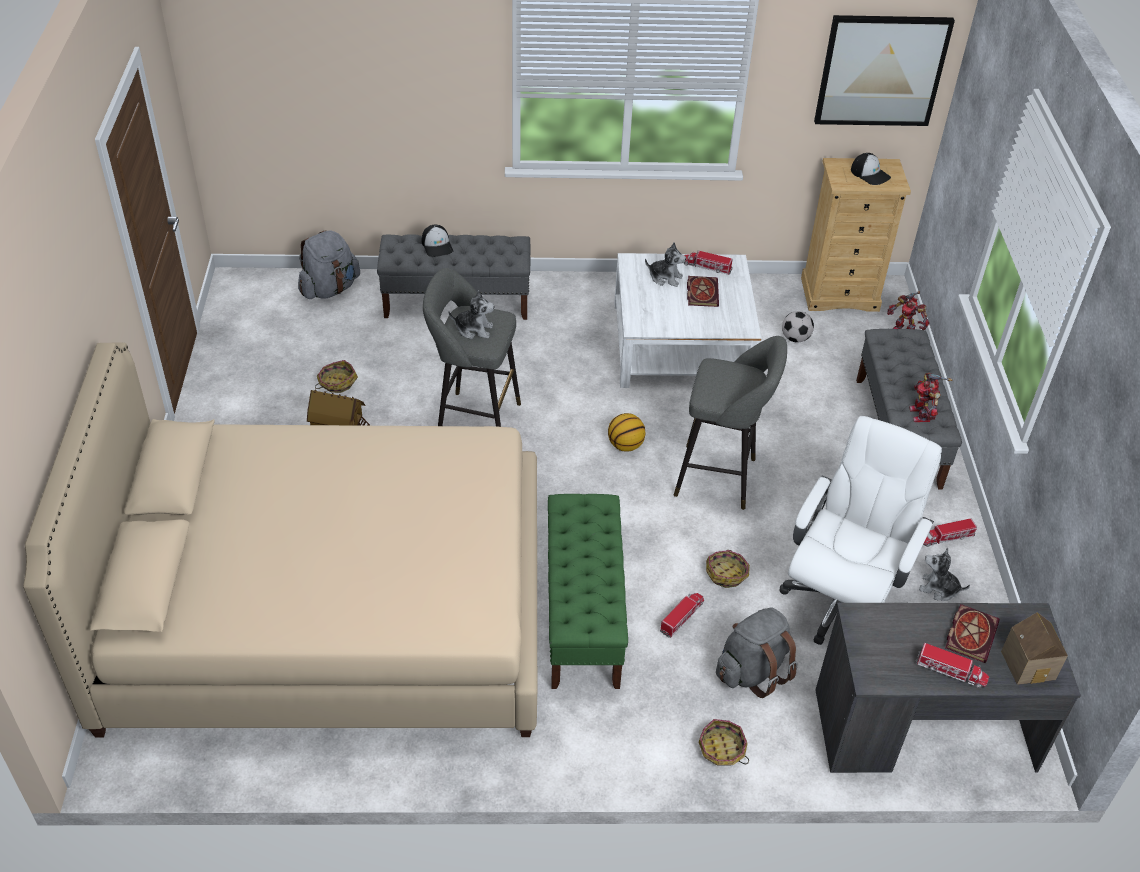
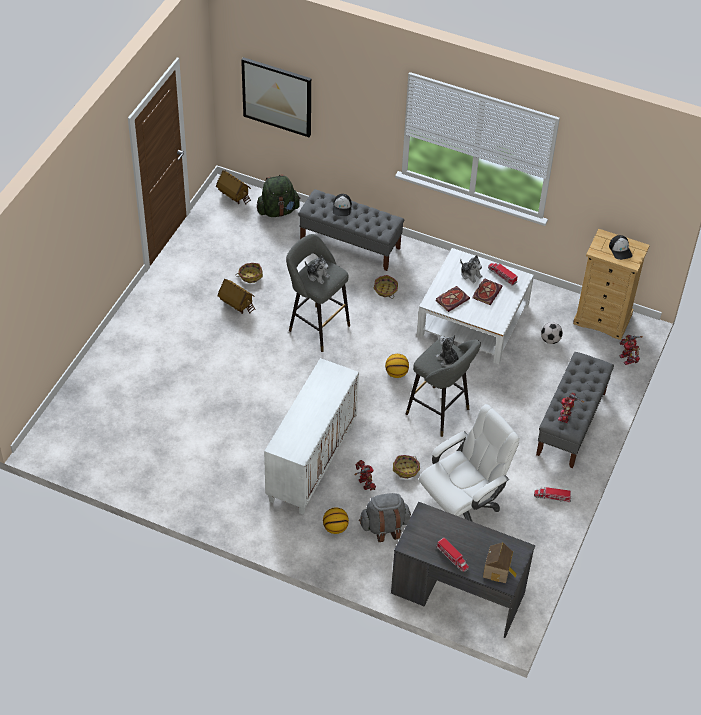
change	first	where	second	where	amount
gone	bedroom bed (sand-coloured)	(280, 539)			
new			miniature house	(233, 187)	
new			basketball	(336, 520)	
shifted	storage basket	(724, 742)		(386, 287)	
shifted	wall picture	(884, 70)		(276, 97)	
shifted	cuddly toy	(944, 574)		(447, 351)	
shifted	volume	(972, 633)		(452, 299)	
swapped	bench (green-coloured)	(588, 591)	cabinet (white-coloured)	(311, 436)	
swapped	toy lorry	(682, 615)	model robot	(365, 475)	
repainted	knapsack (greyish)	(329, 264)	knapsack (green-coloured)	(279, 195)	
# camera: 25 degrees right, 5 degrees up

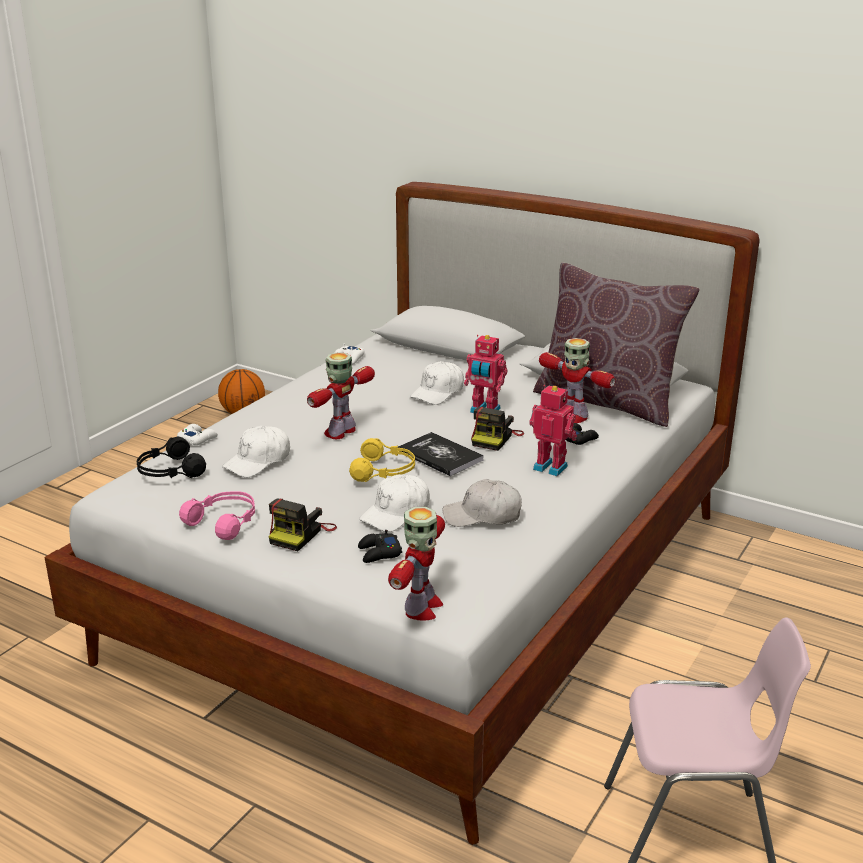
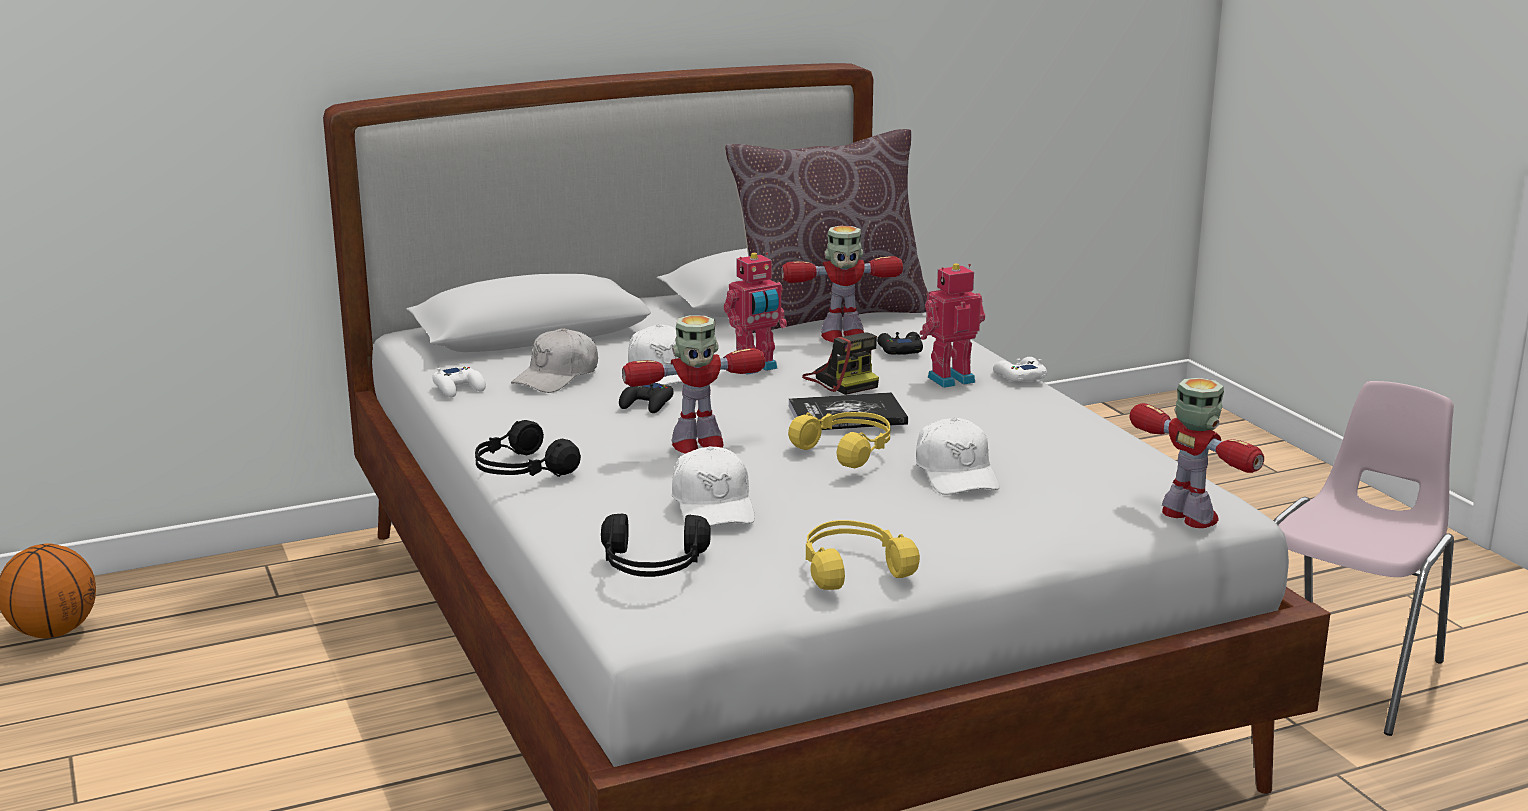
change	first	where	second	where	amount
gone	still camera	(302, 524)			
new			headset (black-coloured)	(528, 448)	
shifted	game controller (white-coloured)	(197, 434)		(1020, 369)	
shifted	game controller (black-coloured)	(380, 546)		(646, 398)	
shifted	cap (white-coloured)	(482, 503)		(554, 360)	
repainted	headset (pink-coloured)	(217, 515)	headset (yellow-coloured)	(863, 555)	
rotated	model robot	(341, 395)		(693, 384)	90 degrees counterclockwise
# camera: 55 degrees left, 5 degrees down

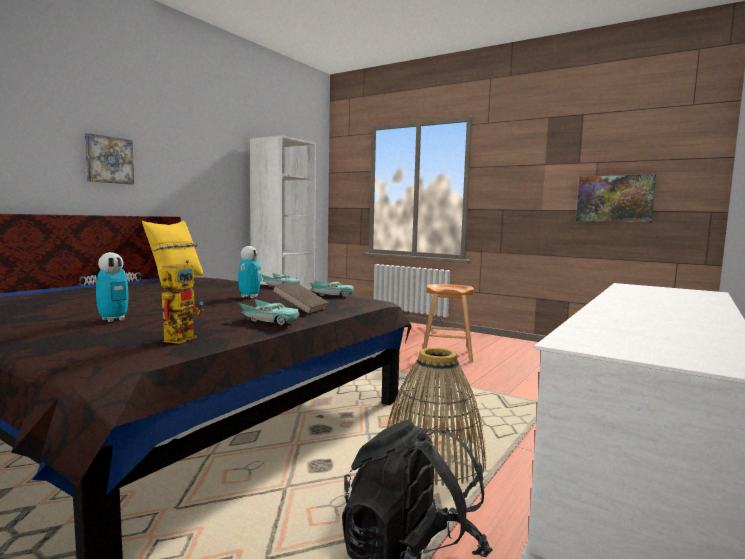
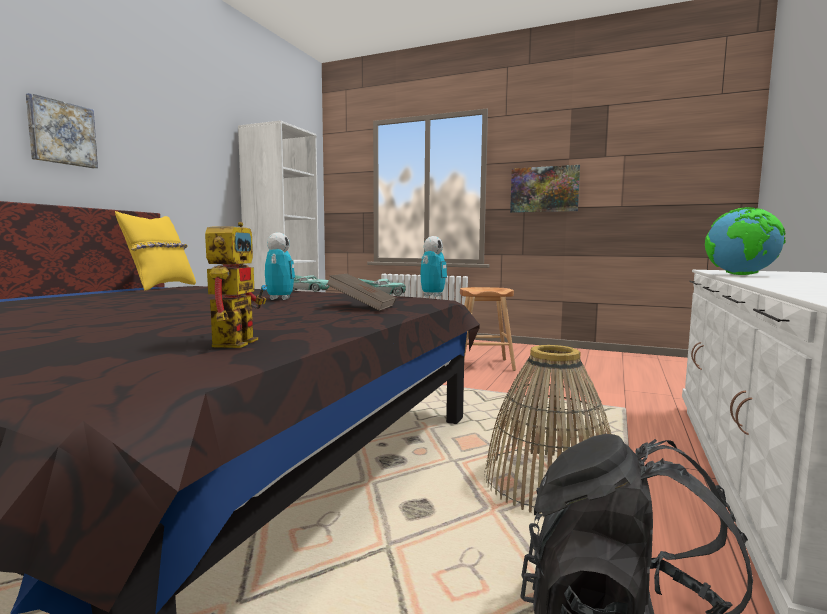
change	first	where	second	where	amount
gone	model car (turquoise)	(269, 312)			
new			globe	(745, 241)	
shifted	model robot	(110, 287)		(433, 266)	
shifted	wall picture	(616, 199)		(545, 189)	
# camera: 10 degrees left, 0 degrees up

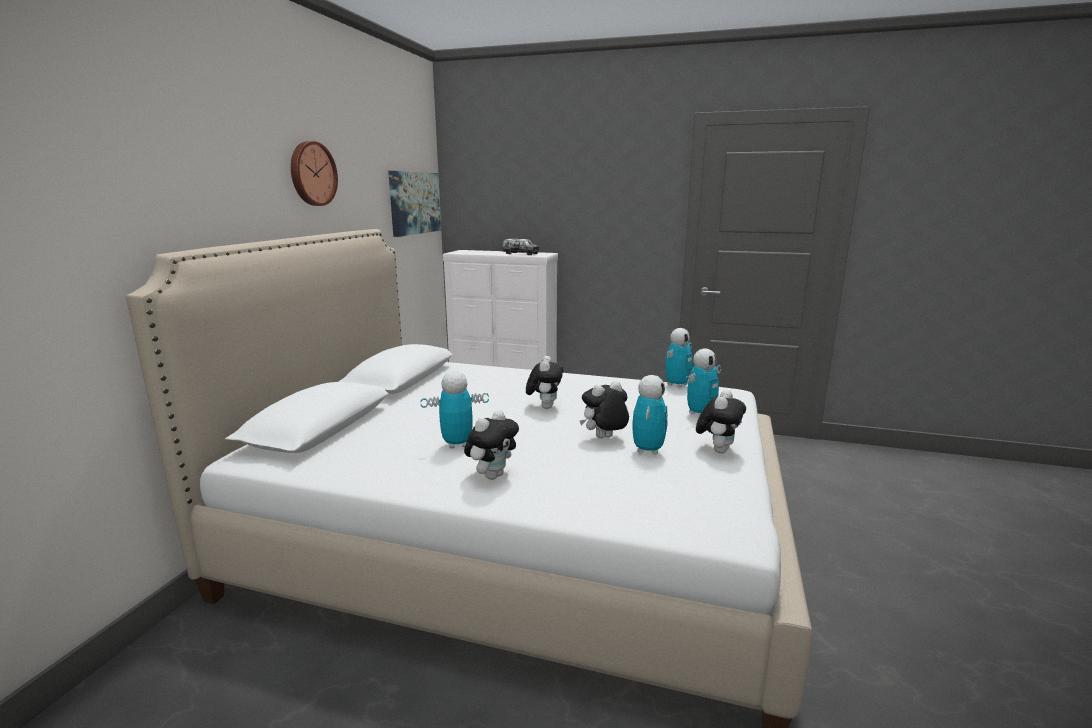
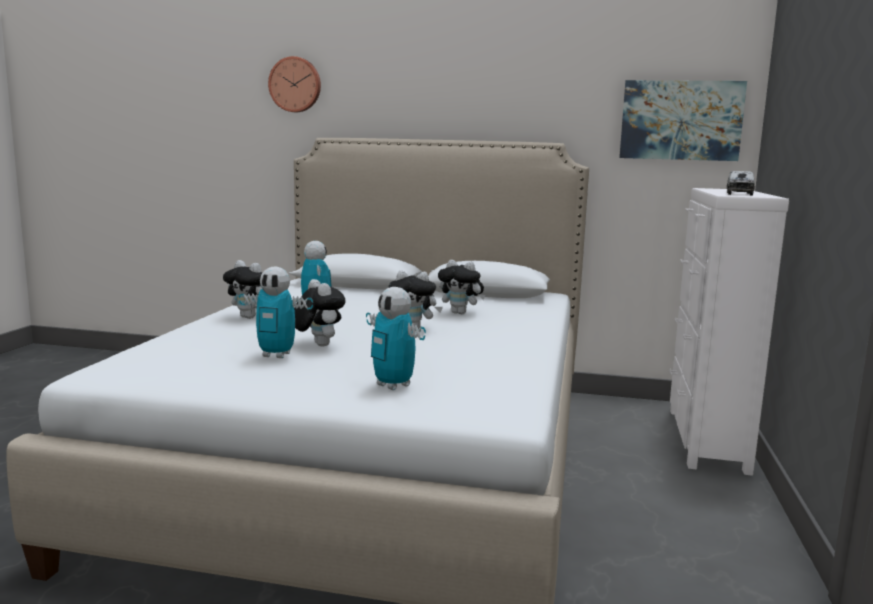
change	first	where	second	where	amount
gone	model robot	(679, 358)			
shifted	hanging clock	(314, 173)		(294, 84)	
shifted	cuddly toy	(721, 421)		(461, 287)	
# camera: 85 degrees right, 5 degrees down

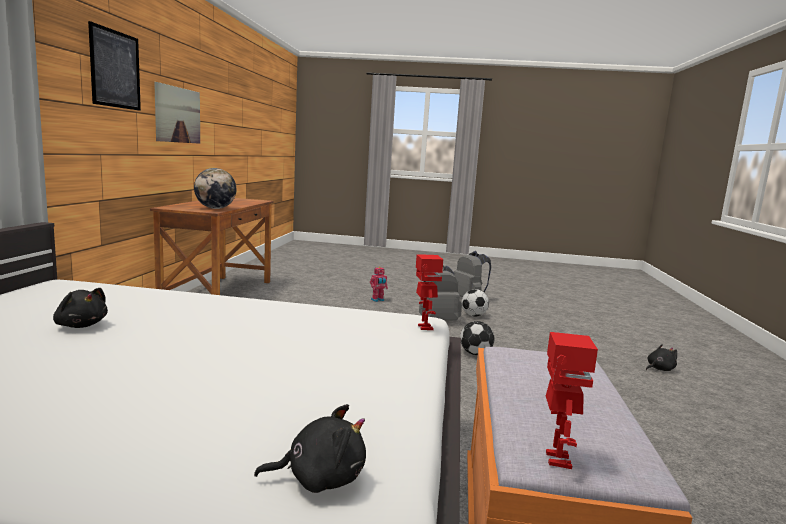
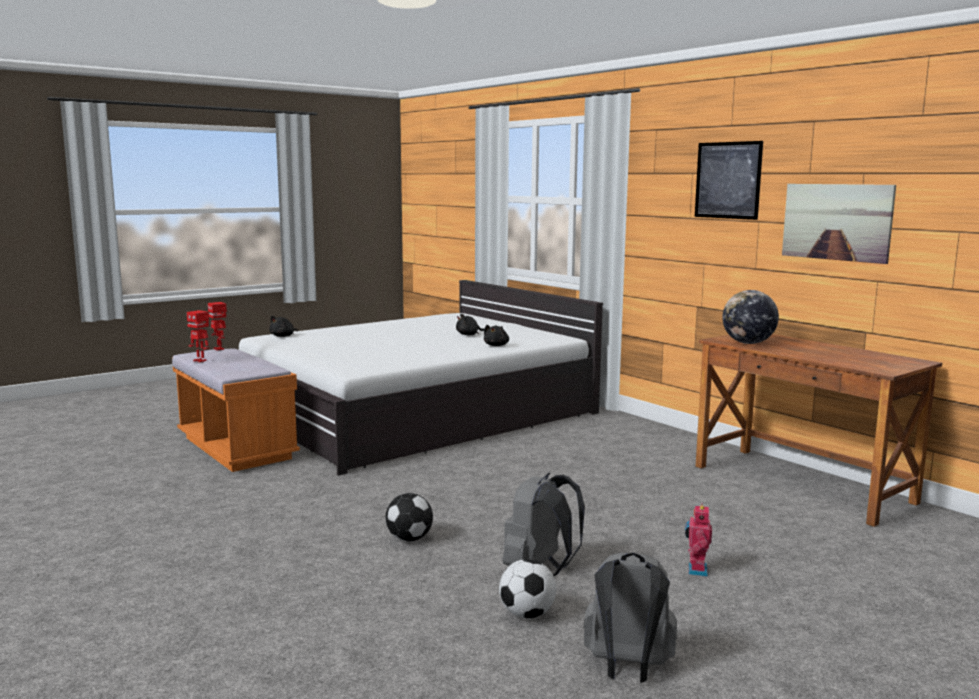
change	first	where	second	where	amount
shifted	model robot	(429, 292)		(198, 336)	
shifted	cuddly toy (black-coloured)	(661, 357)		(496, 335)	
# camera: 135 degrees right, 0 degrees up

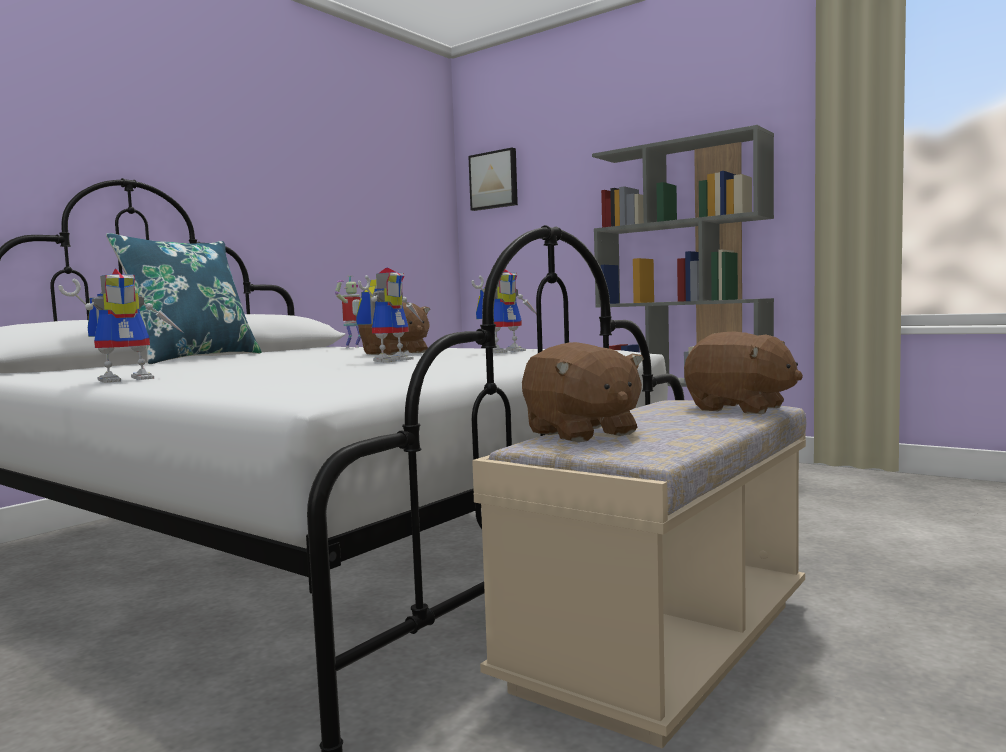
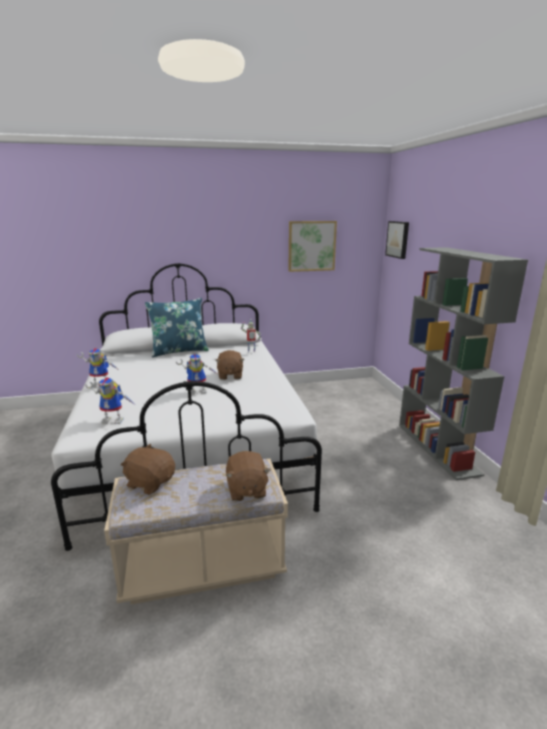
change	first	where	second	where	amount
new			wall picture	(312, 246)	
shifted	model robot	(504, 311)		(109, 400)	
rotated	cuddly toy (brown)	(583, 392)		(148, 469)	105 degrees clockwise
# camera: 40 degrees right, 15 degrees up

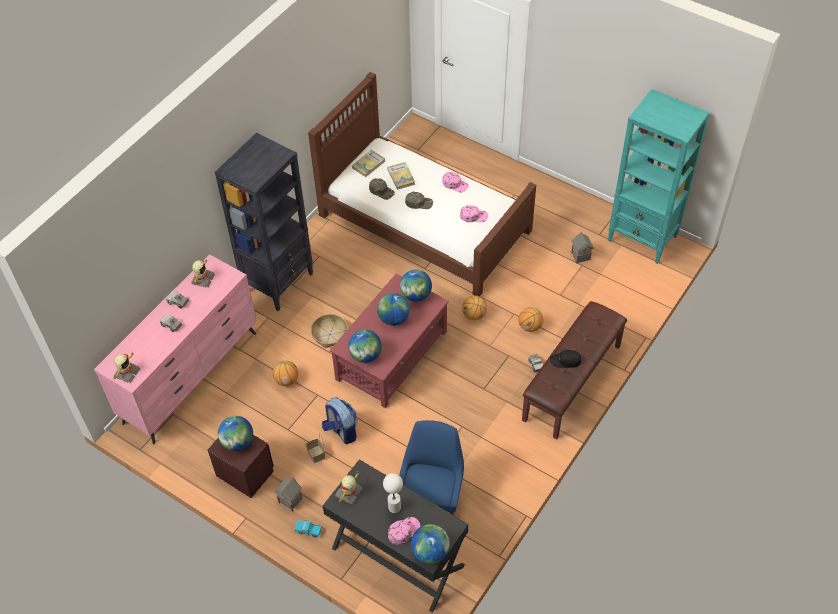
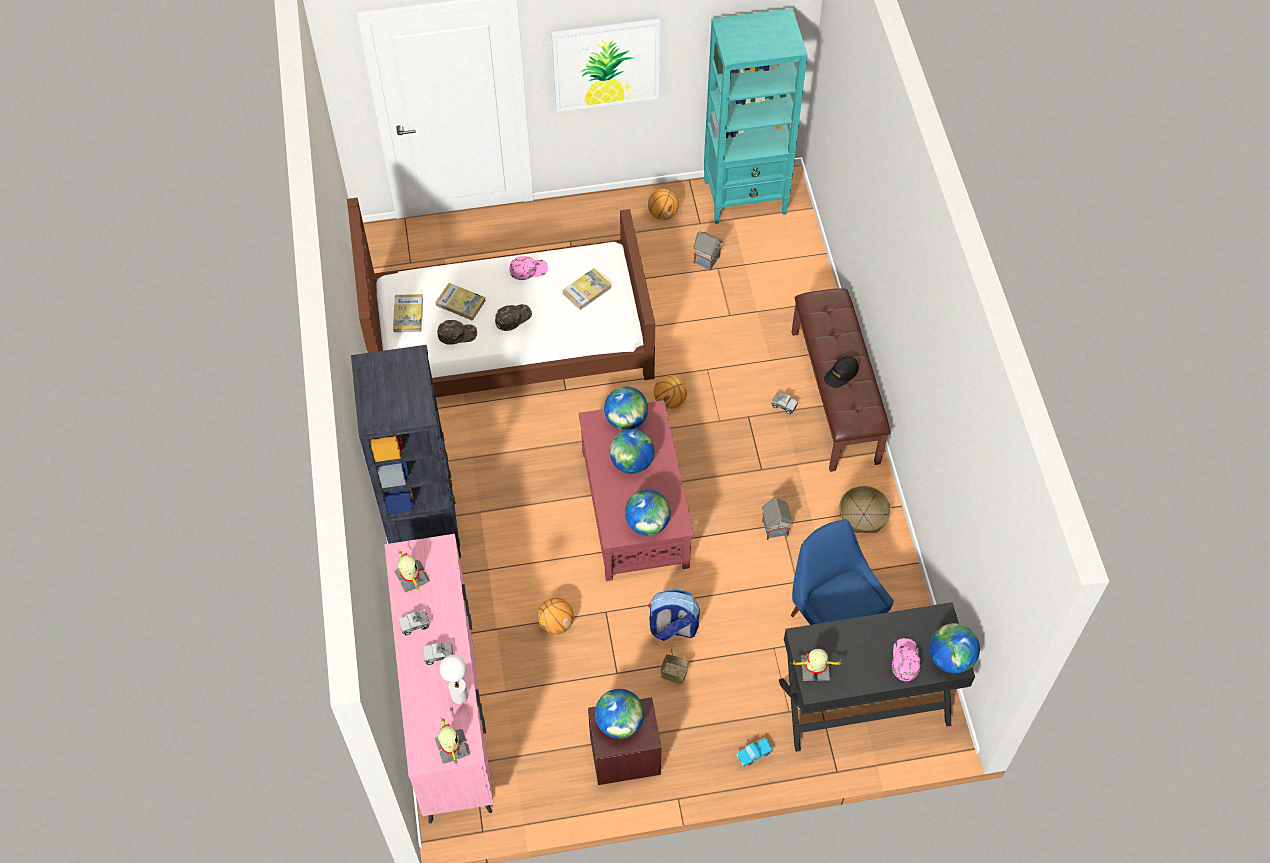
change	first	where	second	where	amount
new			wall picture	(605, 65)	
shifted	miniature house	(289, 494)		(777, 518)	
shifted	storage basket	(329, 331)		(865, 509)	
shifted	tabletop lamp (white-coloured)	(393, 493)		(454, 679)	
shifted	basketball	(530, 319)		(663, 204)	
swapped	cap (pink-coloured)	(474, 213)	volume	(586, 289)	
rotated	model robot	(349, 488)		(817, 665)	105 degrees clockwise
# camera: 45 degrees left, 5 degrees up

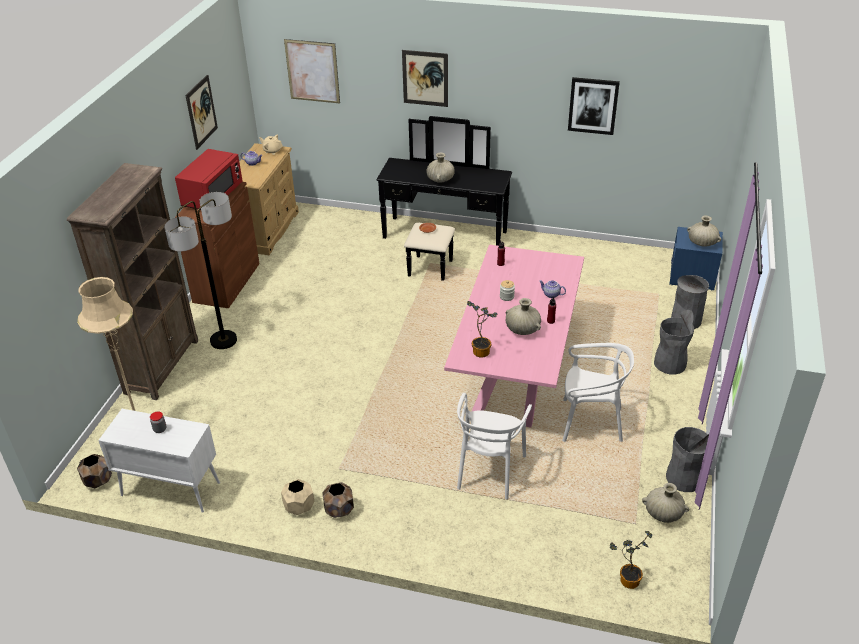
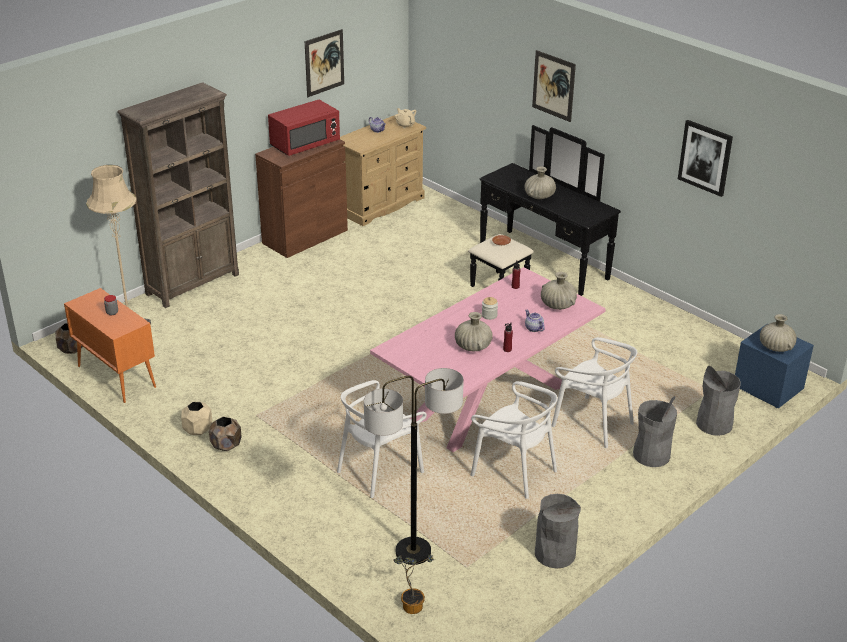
change	first	where	second	where	amount
gone	wall picture	(312, 71)			
gone	plant in a pot	(482, 329)			
new			chair (white-coloured)	(594, 392)	
shifted	floor lamp	(200, 270)		(414, 466)	
shifted	decorative vase (sand-coloured)	(665, 503)		(559, 291)	
repainted	cabinet (white-coloured)	(159, 461)	cabinet (orangey)	(110, 345)	
# camera: 30 degrees right, 5 degrees down

